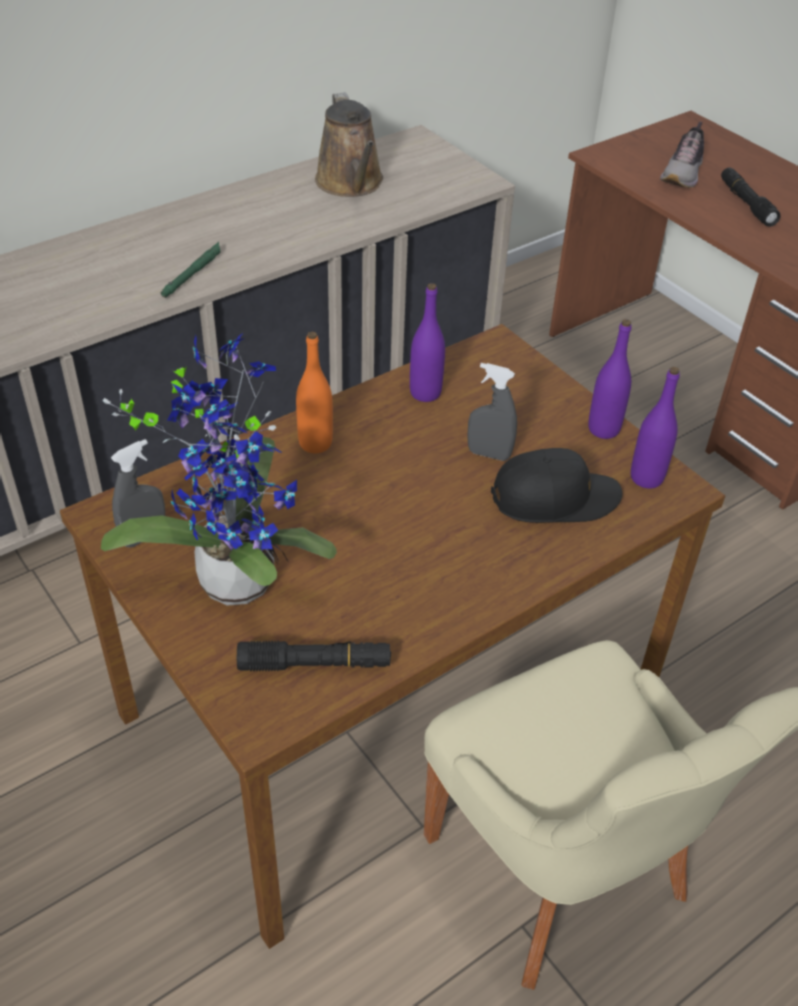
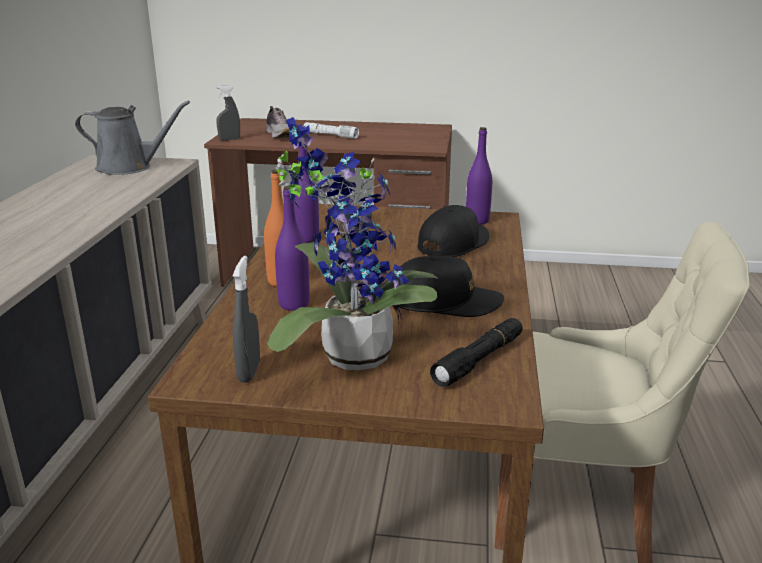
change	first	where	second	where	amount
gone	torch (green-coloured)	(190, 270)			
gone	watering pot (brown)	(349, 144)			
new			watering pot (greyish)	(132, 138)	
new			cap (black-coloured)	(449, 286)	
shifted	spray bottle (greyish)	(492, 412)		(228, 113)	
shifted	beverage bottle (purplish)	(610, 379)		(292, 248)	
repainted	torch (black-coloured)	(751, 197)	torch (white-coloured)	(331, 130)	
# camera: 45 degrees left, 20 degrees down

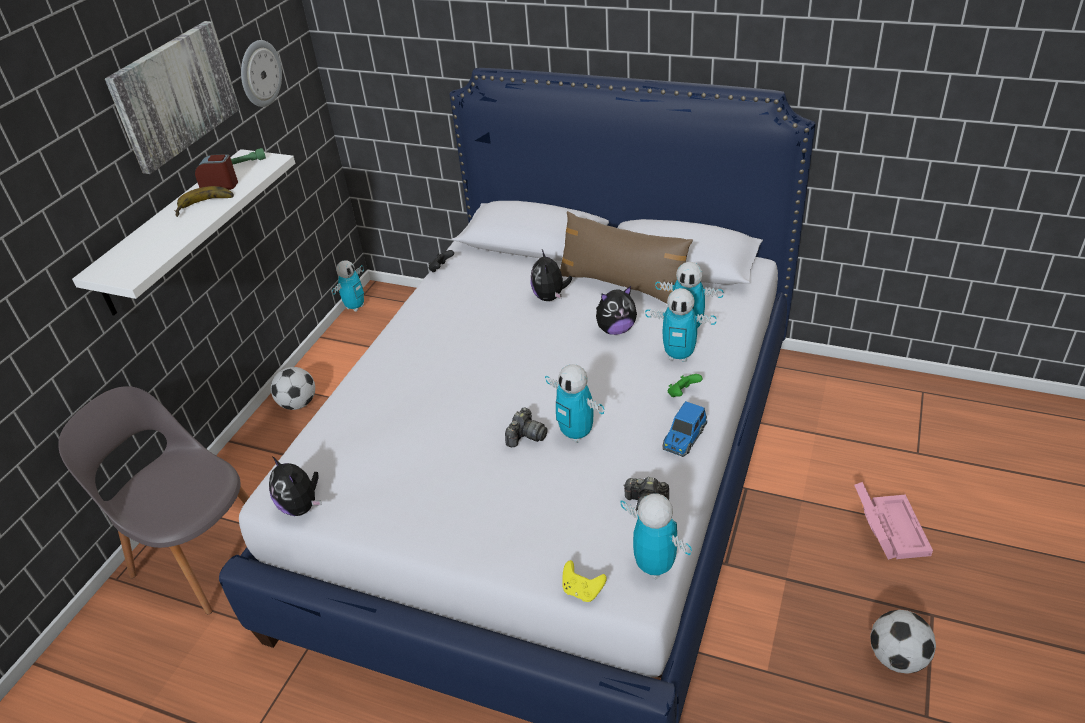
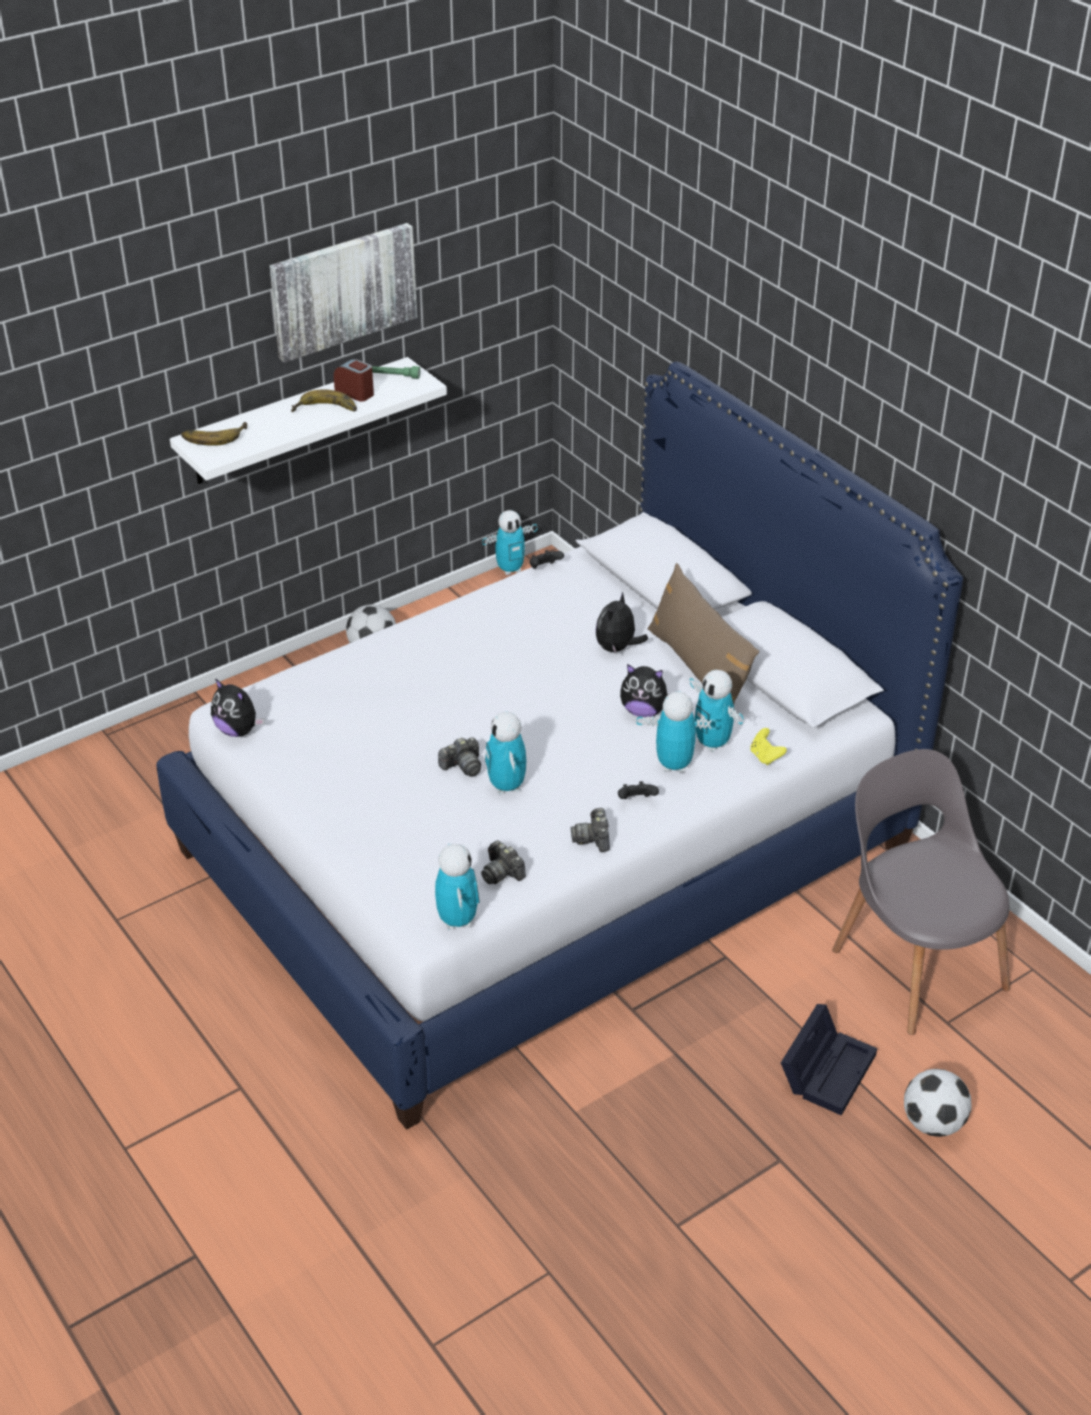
change	first	where	second	where	amount
gone	hanging clock	(261, 73)			
new			banana fruit	(214, 434)	
shifted	chair (greyish)	(153, 500)		(921, 892)	
shifted	game controller (yellow-coloured)	(584, 581)		(768, 746)	
shifted	ball for football	(903, 642)		(938, 1103)	
swapped	model car	(684, 429)	still camera	(590, 830)	
repainted	game controller (green-coloured)	(685, 385)	game controller (black-coloured)	(638, 790)	
repainted	storage box (pink-coloured)	(893, 521)	storage box (black-coloured)	(829, 1059)	
rotated	cuddly toy	(295, 486)		(237, 707)	45 degrees counterclockwise
rotated	model robot	(681, 325)		(676, 731)	135 degrees clockwise
# camera: 30 degrees right, 0 degrees up

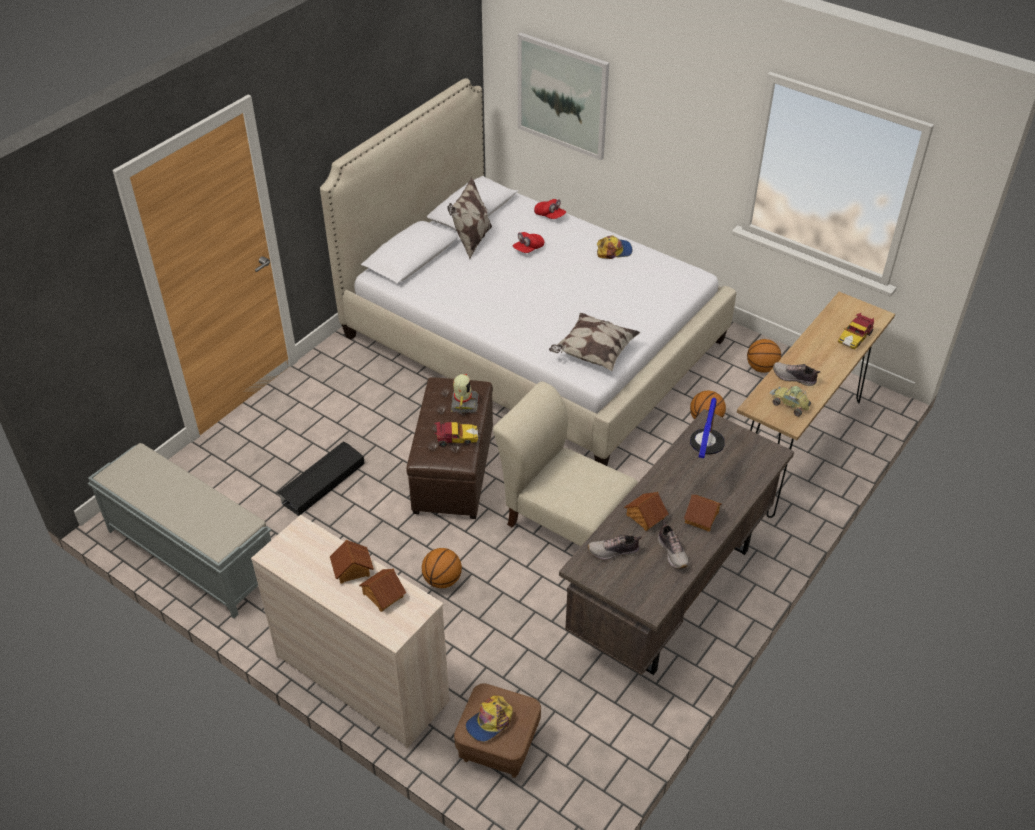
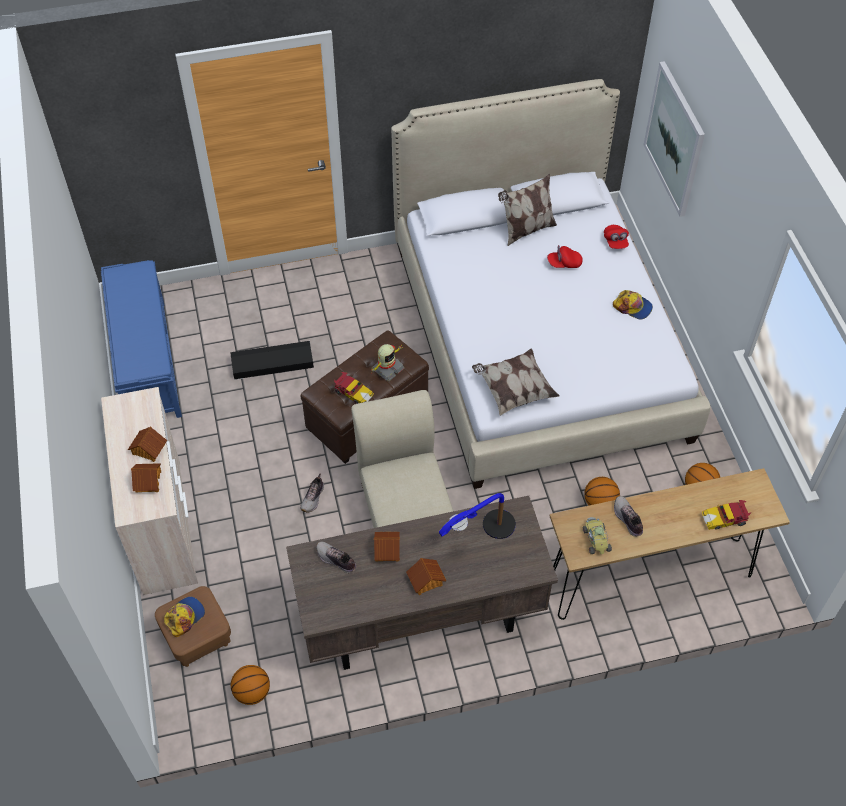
change	first	where	second	where	amount
shifted	basketball	(442, 568)		(250, 685)	
shifted	low shoe	(673, 544)		(312, 492)	
repainted	bench (greyish)	(179, 531)	bench (blue)	(141, 339)	
rotated	cap	(489, 718)		(184, 617)	135 degrees clockwise
# camera: 40 degrees right, 10 degrees up

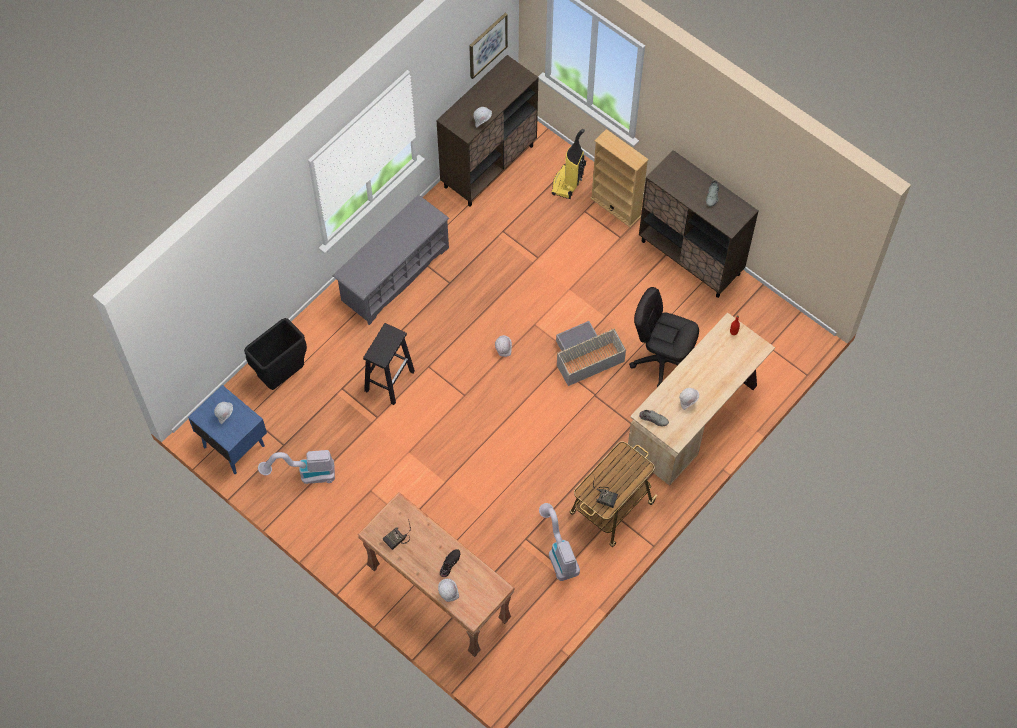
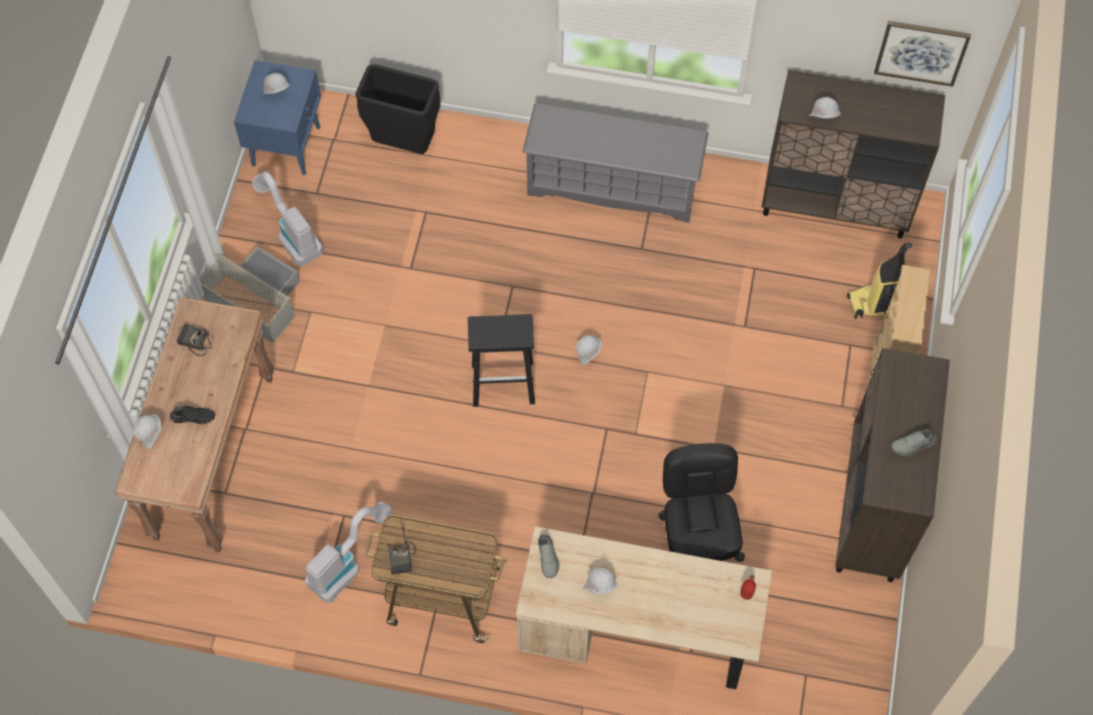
change	first	where	second	where	amount
shifted	stool seat (black-coloured)	(389, 364)		(501, 360)	
shifted	storage box (greyish)	(591, 353)		(249, 294)	
# camera: 60 degrees right, 0 degrees up

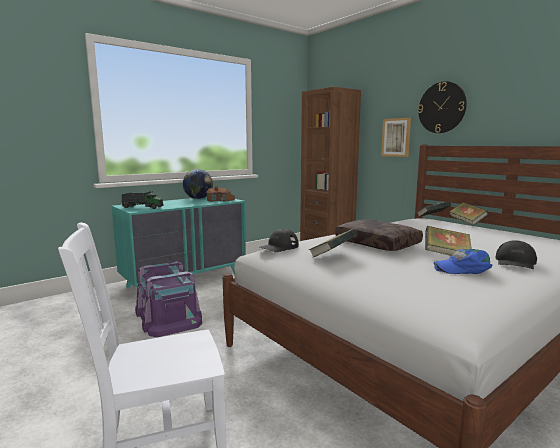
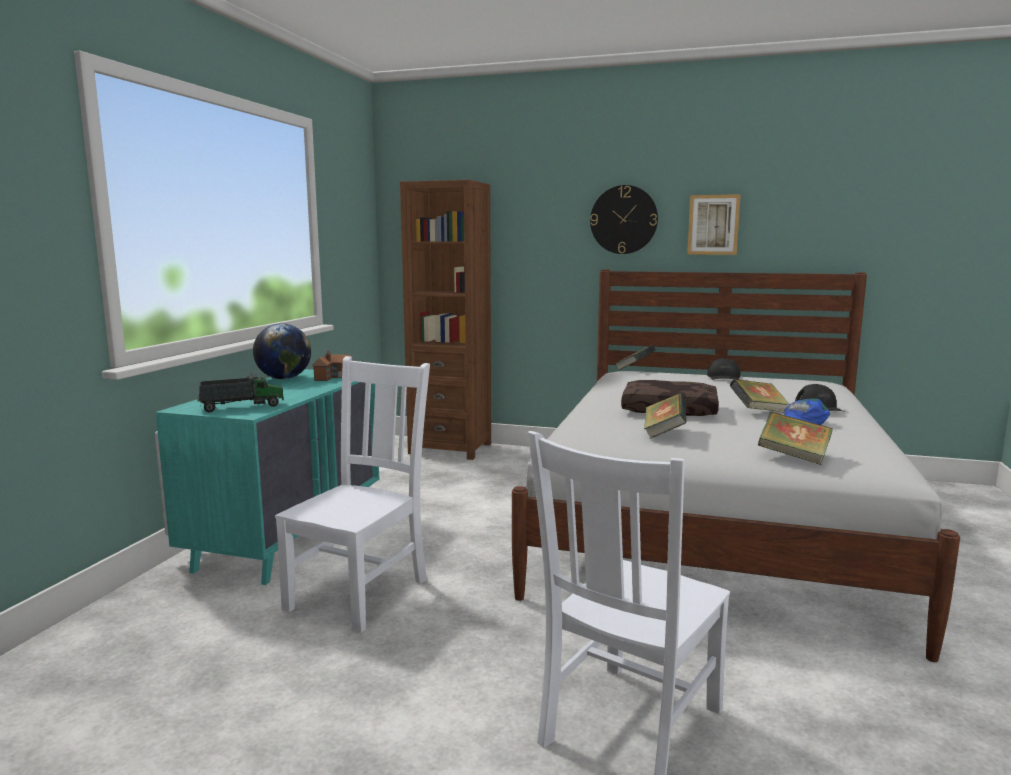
change	first	where	second	where	amount
shifted	cap (black-coloured)	(279, 240)		(724, 369)	
shifted	wall picture	(396, 137)		(714, 224)	
shifted	volume	(468, 213)		(795, 438)	
swapped	storage box (purplish)	(168, 299)	chair (white-coloured)	(352, 494)	
# camera: 35 degrees left, 0 degrees up

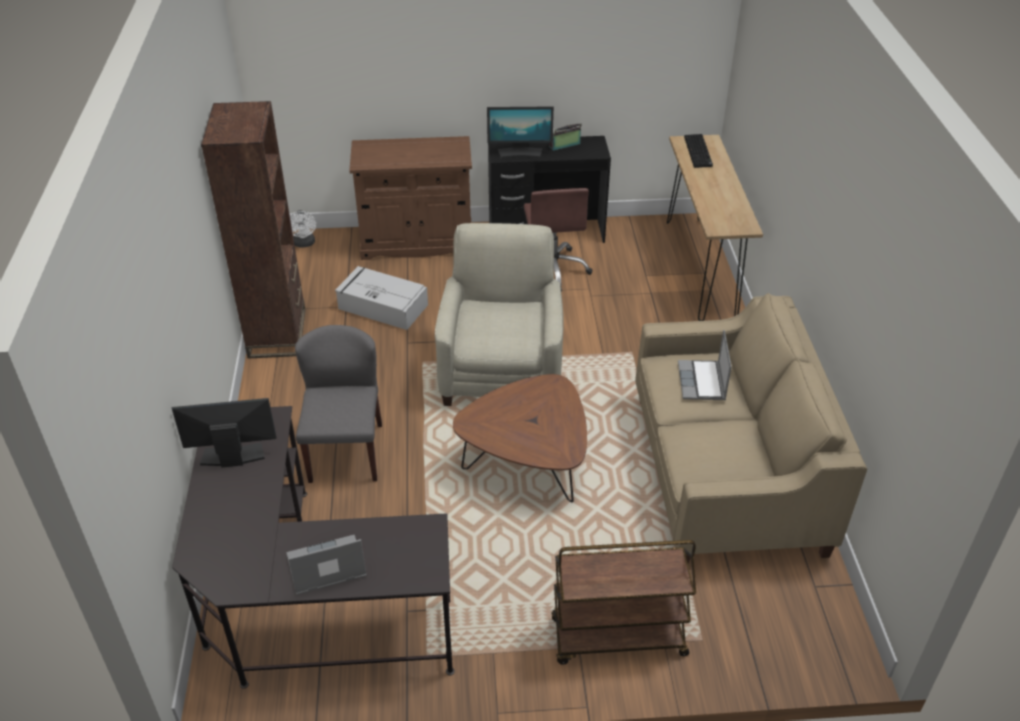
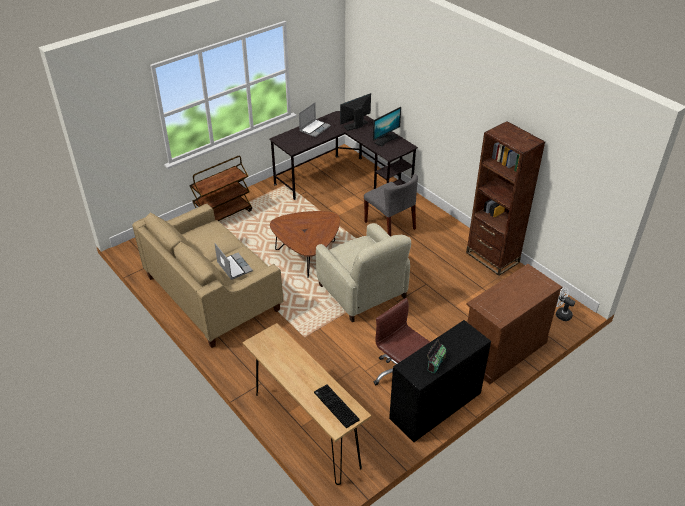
change	first	where	second	where	amount
gone	storage box (greyish)	(381, 298)			
shifted	monitor	(520, 132)		(355, 112)	
# camera: 145 degrees right, 0 degrees up

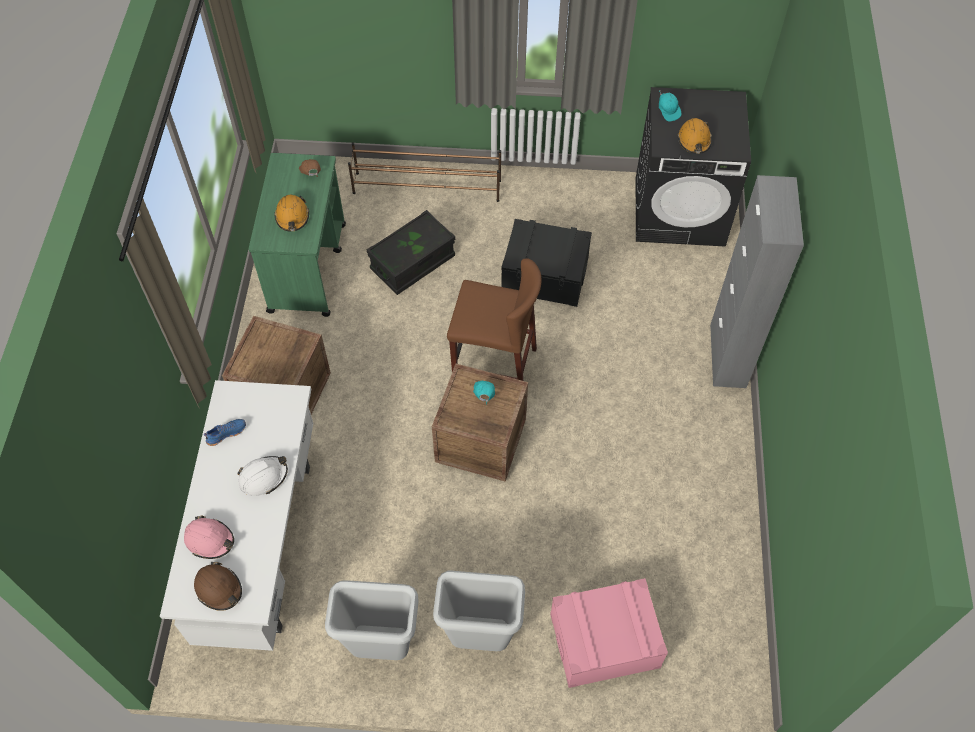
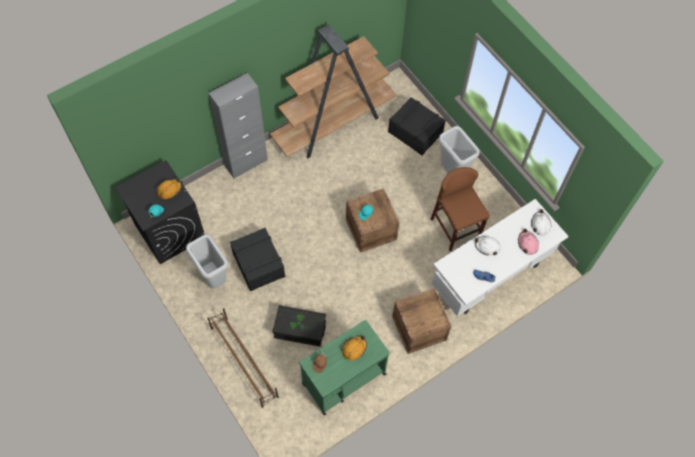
change	first	where	second	where	amount
new			bookcase (brown)	(333, 92)	
shifted	waste bin (greyish)	(372, 620)		(207, 262)	
shifted	stool seat (brown)	(494, 319)		(460, 209)	
repainted	safety helmet (brown)	(218, 586)	safety helmet (white-coloured)	(541, 222)	
repainted	storage box (pink-coloured)	(609, 633)	storage box (black-coloured)	(417, 126)	
# camera: 130 degrees left, 5 degrees up

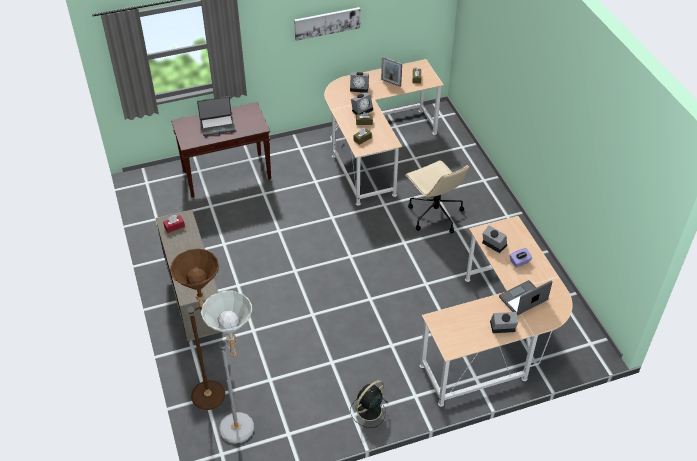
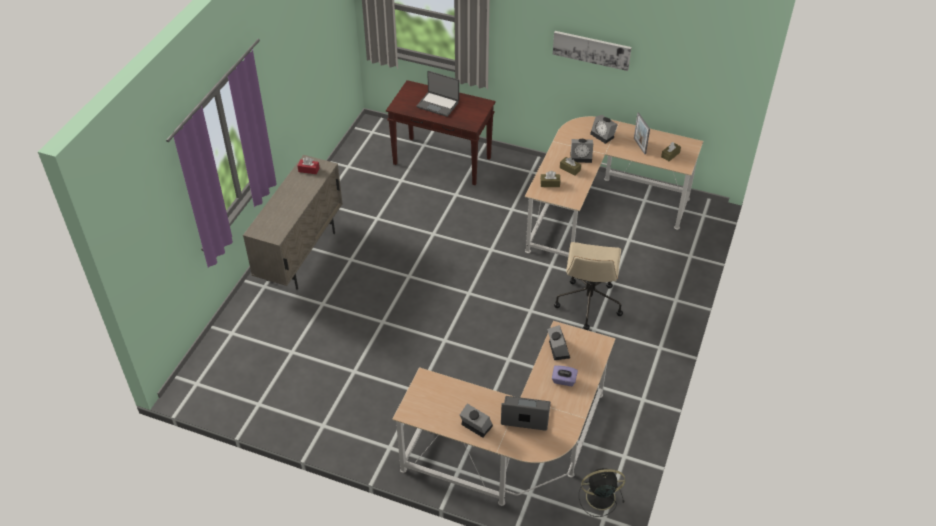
change	first	where	second	where	amount
gone	floor lamp (brown)	(197, 329)			
gone	floor lamp (greyish)	(227, 367)			
shifted	cooling fan (black-coloured)	(369, 404)		(602, 492)	
# camera: 40 degrees right, 0 degrees up

